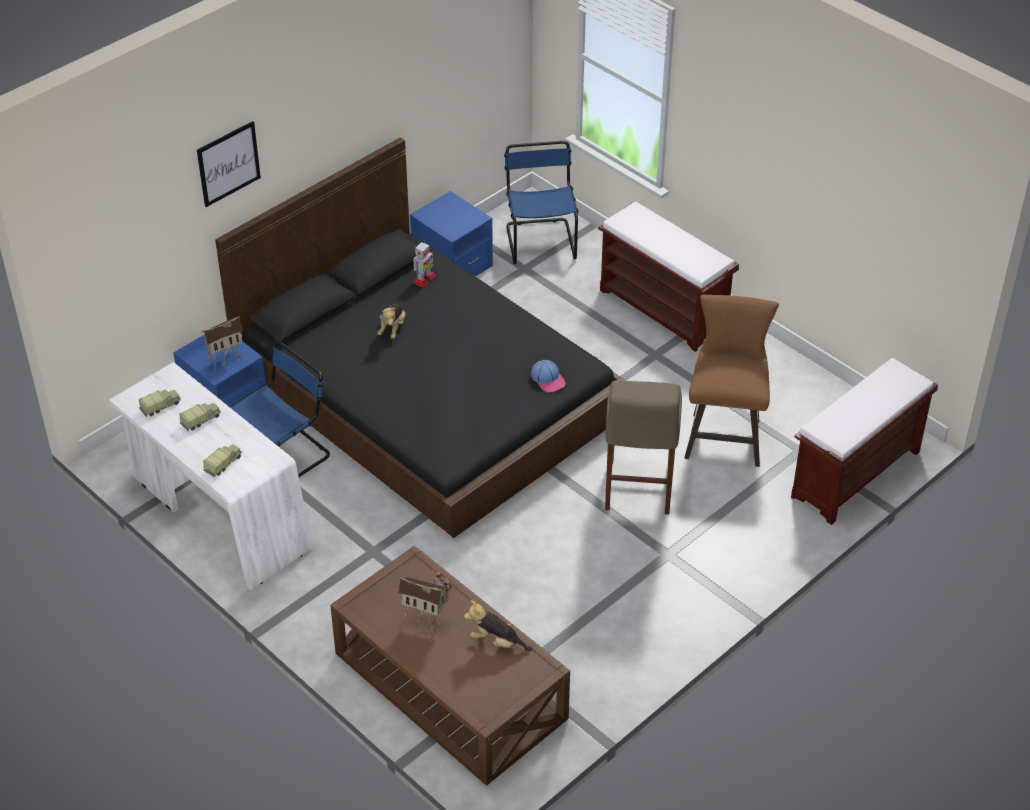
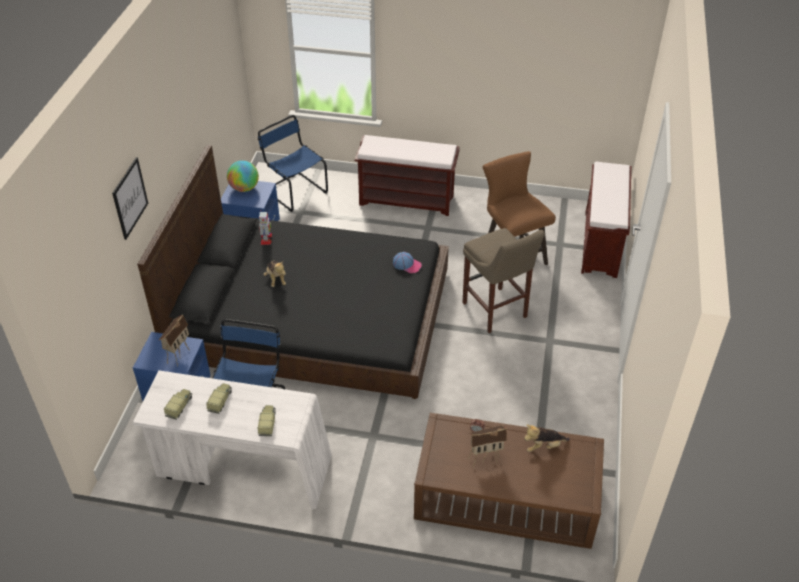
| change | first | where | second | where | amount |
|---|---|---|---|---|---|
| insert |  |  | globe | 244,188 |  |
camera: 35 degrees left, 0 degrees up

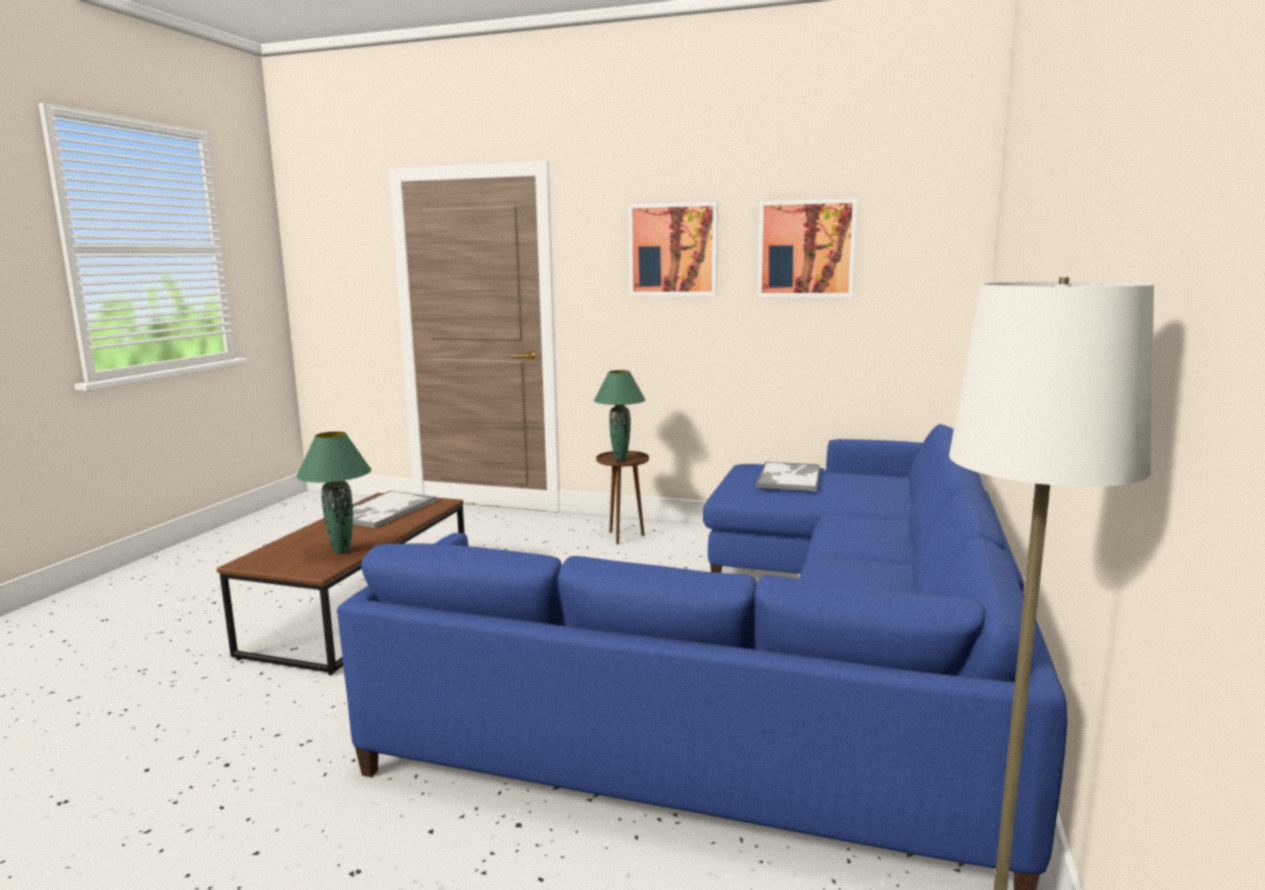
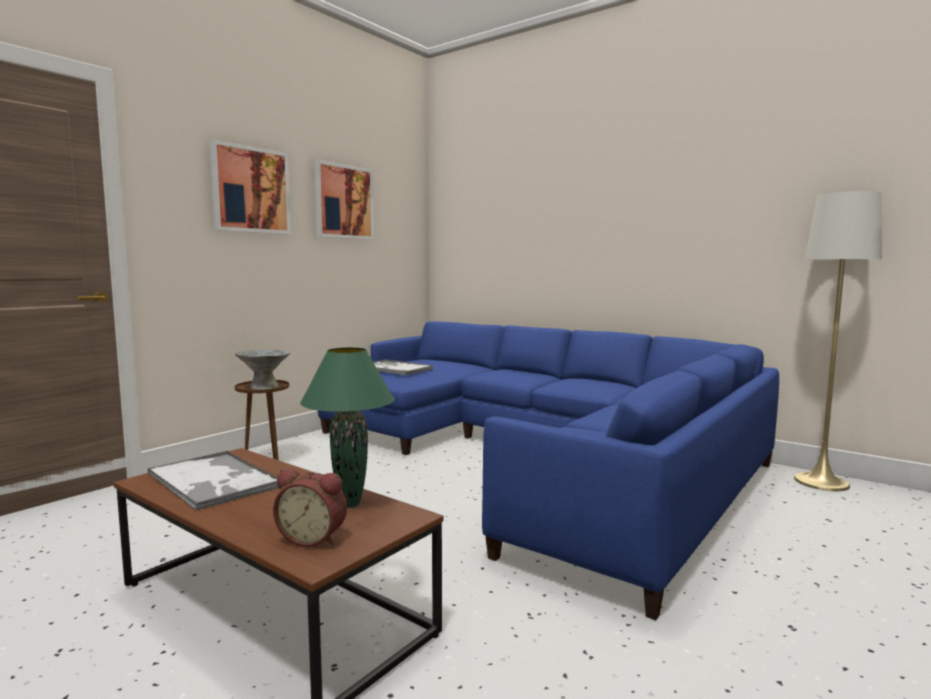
| change | first | where | second | where | amount |
|---|---|---|---|---|---|
| replace | table lamp (green) | 621,459 | bowl (grey) | 264,387 |  |
| insert |  |  | alarm clock | 313,538 |  |
camera: 70 degrees left, 5 degrees down

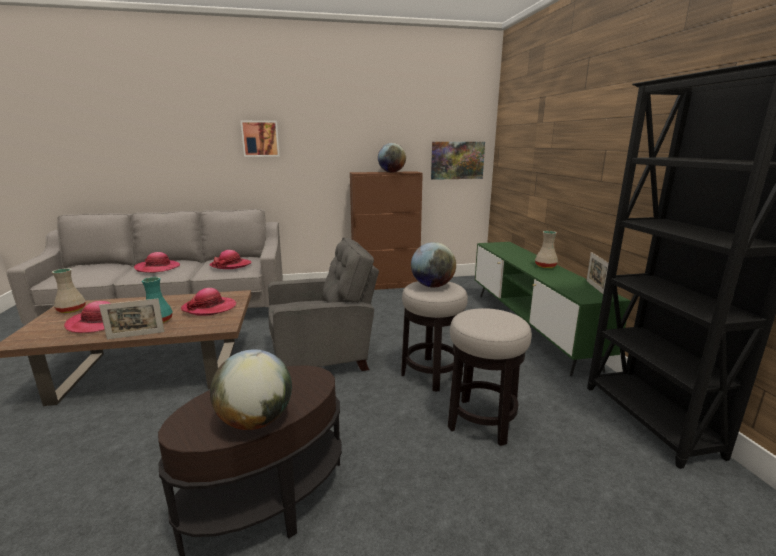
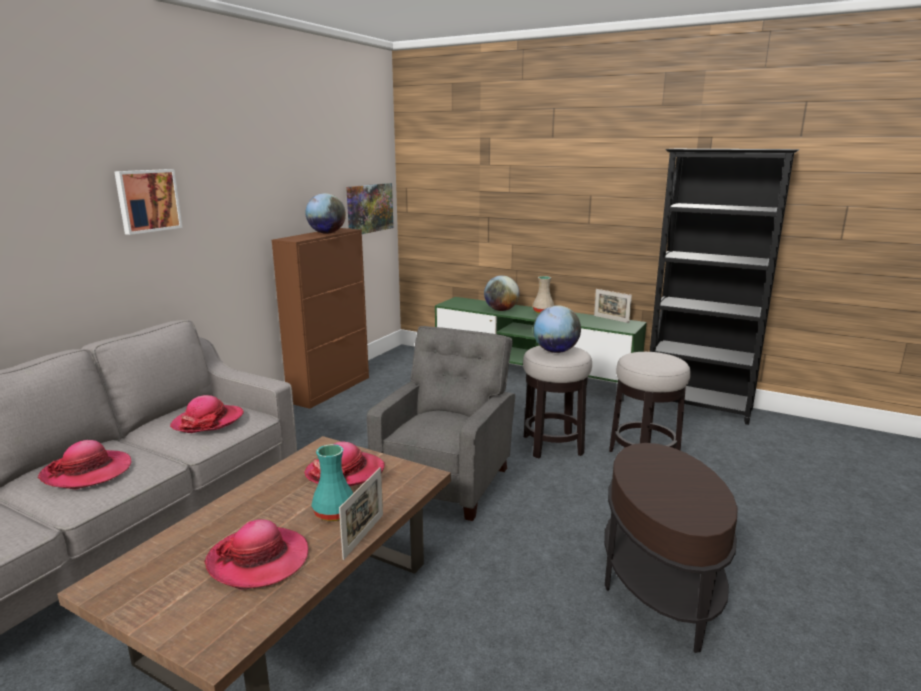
| change | first | where | second | where | amount |
|---|---|---|---|---|---|
| move | globe | 256,421 |  | 501,310 |  |
| delete | vase (beige) | 72,310 |  |  |  |
camera: 50 degrees left, 0 degrees up

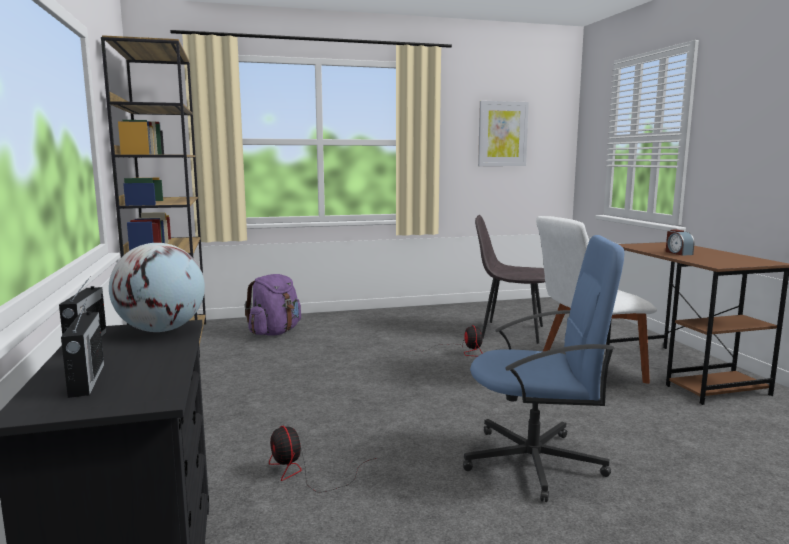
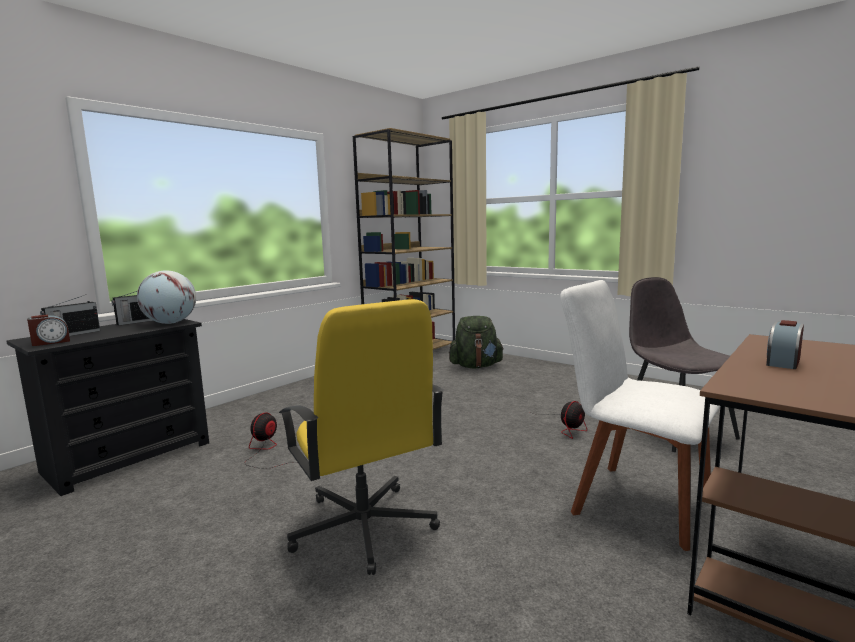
| change | first | where | second | where | amount |
|---|---|---|---|---|---|
| insert |  |  | alarm clock | 51,342 |  |
| recolor | office chair (blue) | 535,462 | office chair (yellow) | 363,528 |  |
| recolor | backpack (purple) | 275,332 | backpack (green) | 476,366 |  |
| delete | picture | 502,134 |  |  |  |
camera: 55 degrees right, 0 degrees up

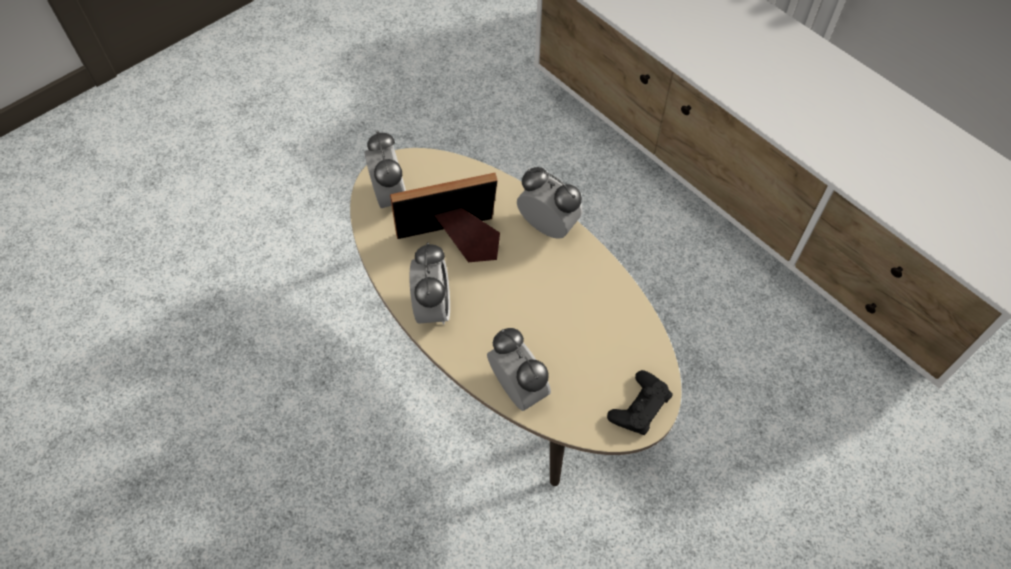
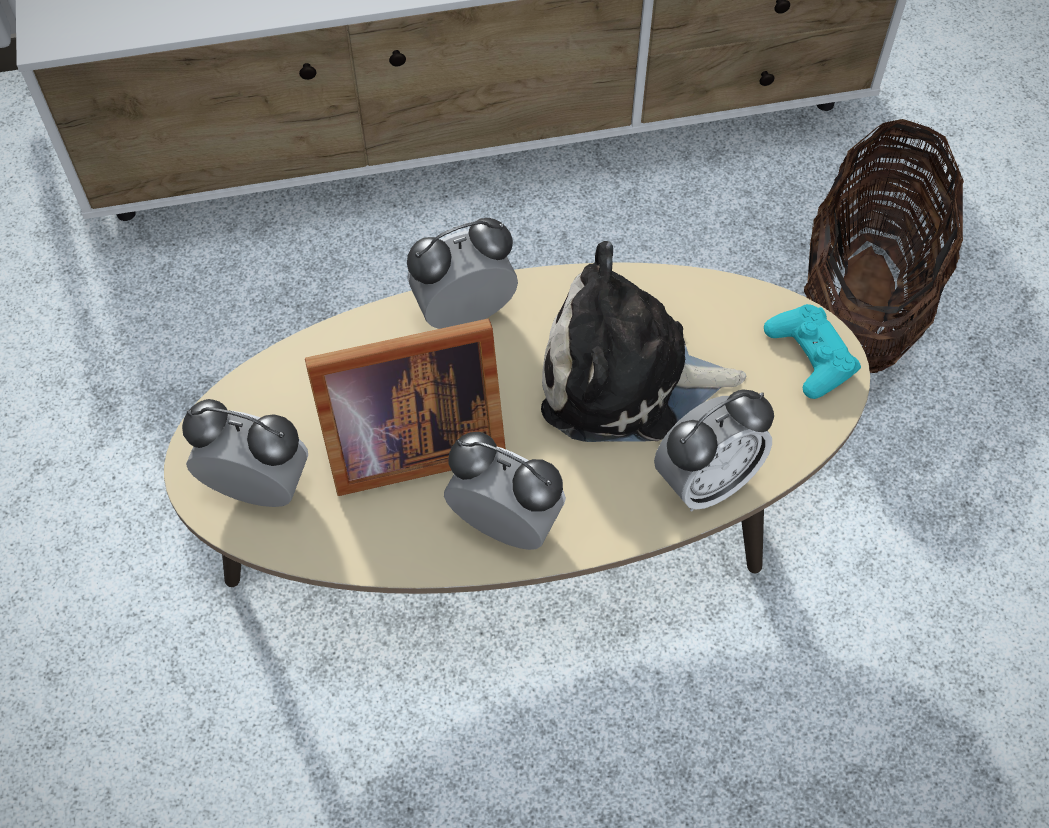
| change | first | where | second | where | amount |
|---|---|---|---|---|---|
| rotate | picture frame | 453,242 |  | 406,443 | 120 degrees counterclockwise |
| insert |  |  | plush toy | 626,378 |  |
| rotate | alarm clock | 518,389 |  | 705,482 | 150 degrees clockwise |
| recolor | game controller (black) | 639,406 | game controller (turquoise) | 810,356 |  |
| insert |  |  | basket | 863,299 |  |
camera: 60 degrees left, 0 degrees up

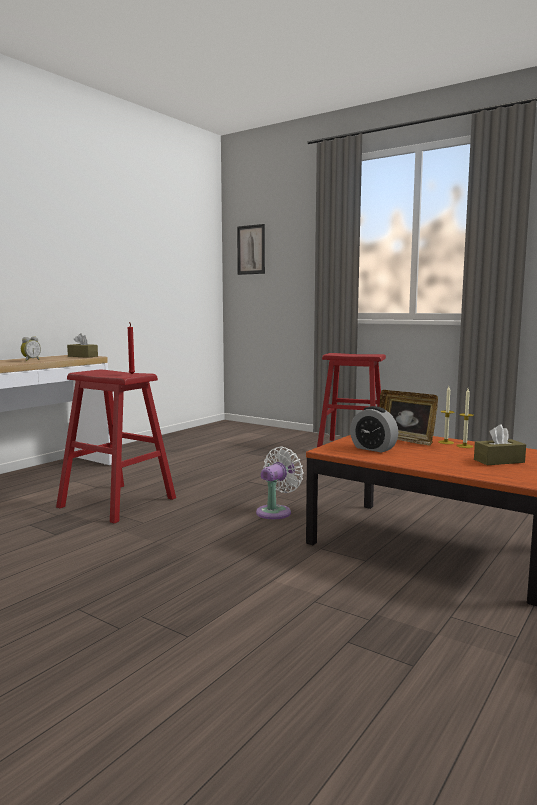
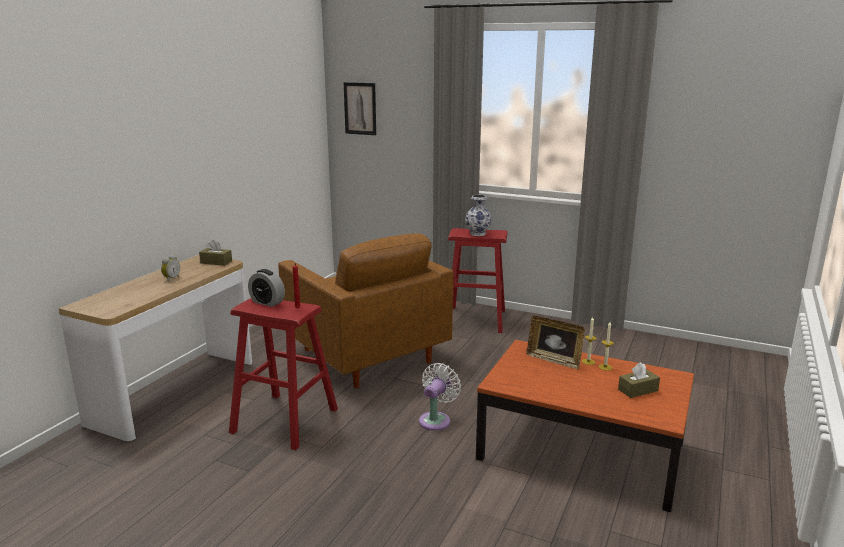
| change | first | where | second | where | amount |
|---|---|---|---|---|---|
| move | alarm clock | 373,448 |  | 267,302 |  |
| insert |  |  | armchair (brown) | 365,355 |  |
| insert |  |  | vase | 478,233 |  |
camera: 10 degrees left, 10 degrees up

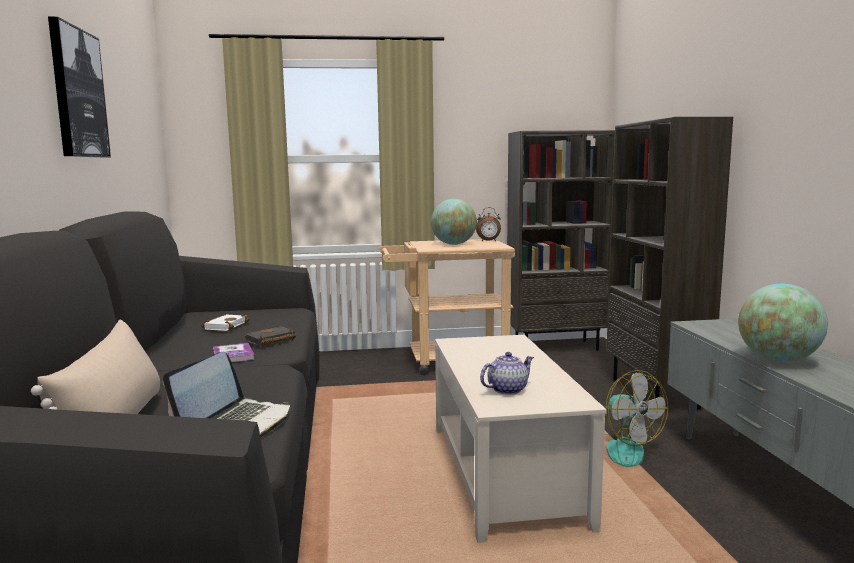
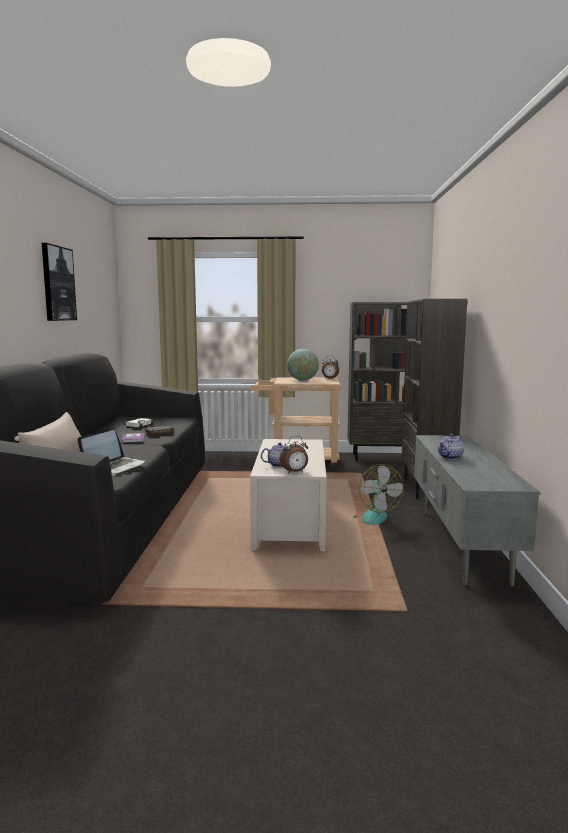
| change | first | where | second | where | amount |
|---|---|---|---|---|---|
| insert |  |  | alarm clock | 295,472 |  |
| replace | globe | 778,360 | teapot | 450,457 |  |
camera: 10 degrees right, 0 degrees up

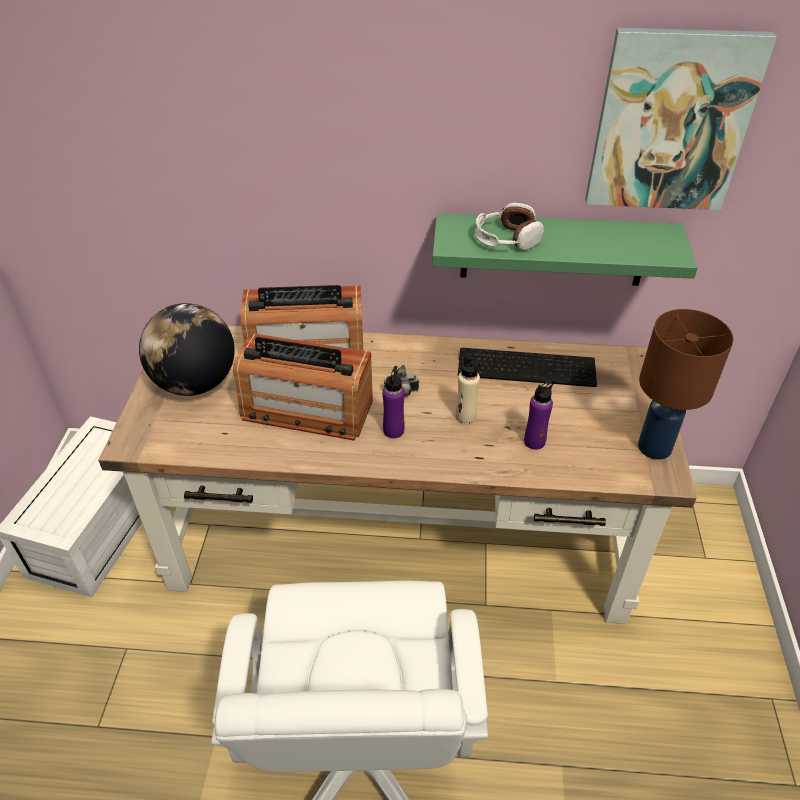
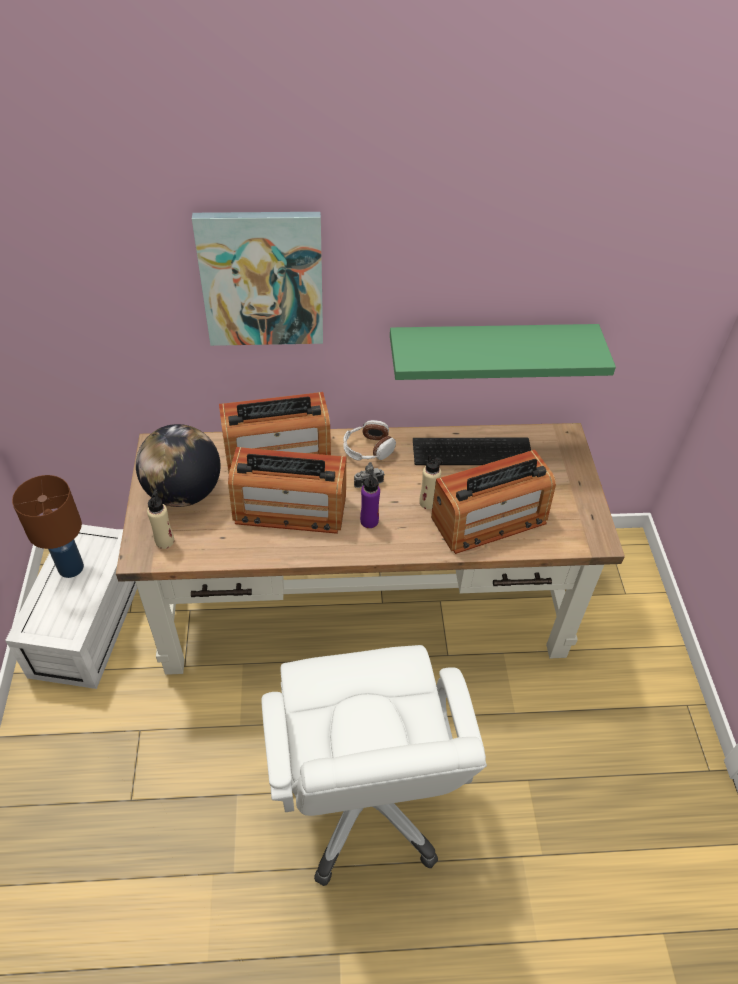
| change | first | where | second | where | amount |
|---|---|---|---|---|---|
| move | table lamp (brown) | 655,446 |  | 71,567 |  |
| insert |  |  | bottle (beige) | 165,541 |  |
| move | picture | 671,122 |  | 262,279 |  |
| move | headphones | 506,239 |  | 368,449 |  |
| replace | bottle (purple) | 534,441 | radio | 489,520 |  |
camera: 10 degrees left, 5 degrees up

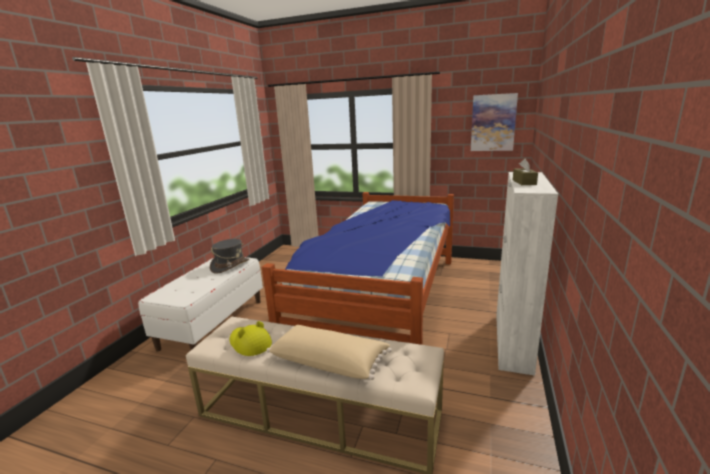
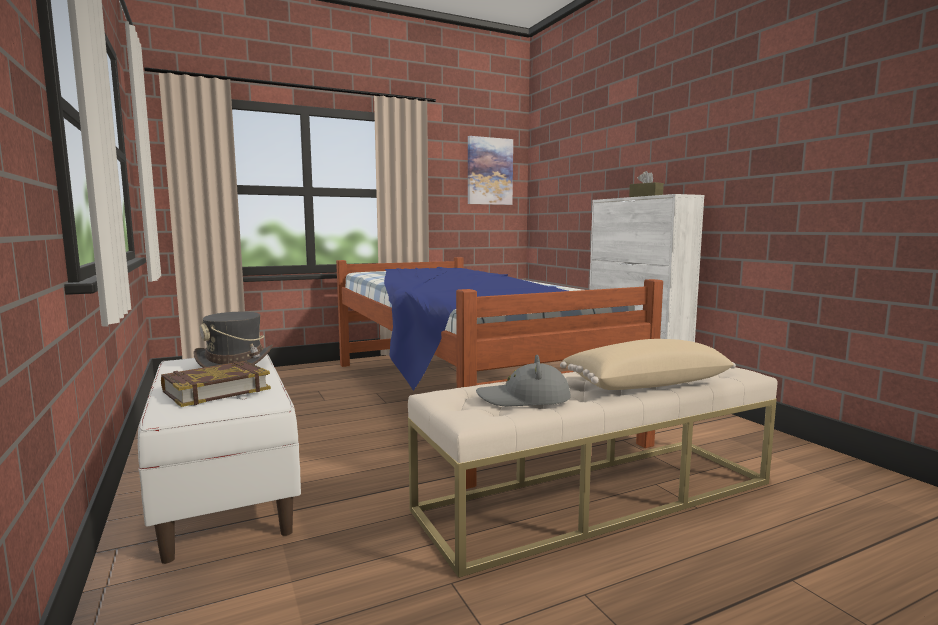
| change | first | where | second | where | amount |
|---|---|---|---|---|---|
| insert |  |  | book | 216,390 |  |
| recolor | hat (yellow) | 249,343 | hat (grey) | 524,399 |  |
camera: 45 degrees left, 10 degrees down

